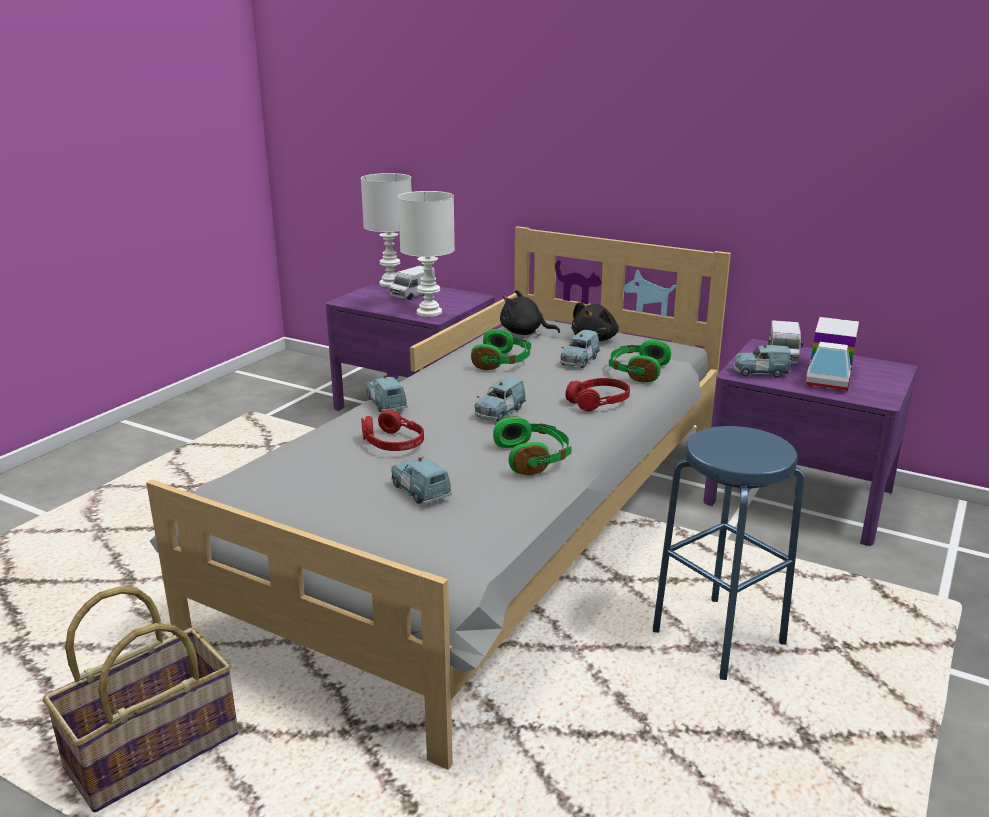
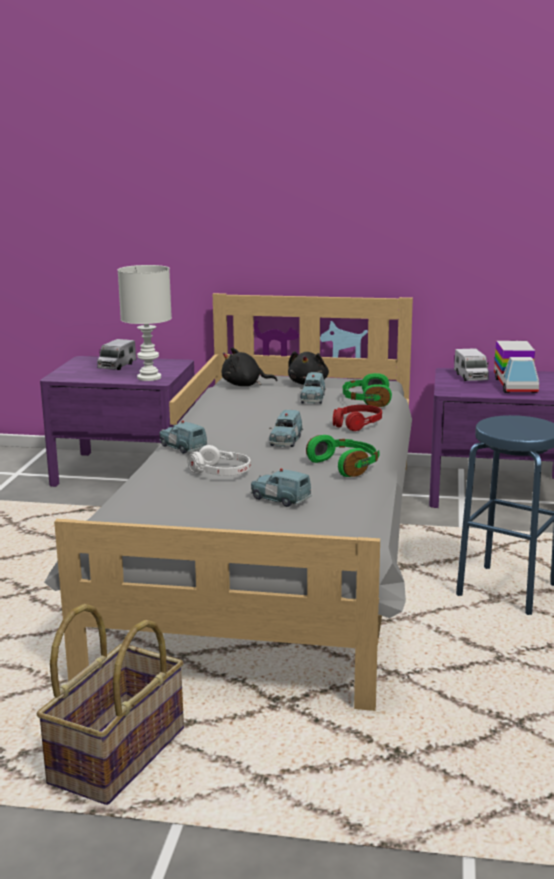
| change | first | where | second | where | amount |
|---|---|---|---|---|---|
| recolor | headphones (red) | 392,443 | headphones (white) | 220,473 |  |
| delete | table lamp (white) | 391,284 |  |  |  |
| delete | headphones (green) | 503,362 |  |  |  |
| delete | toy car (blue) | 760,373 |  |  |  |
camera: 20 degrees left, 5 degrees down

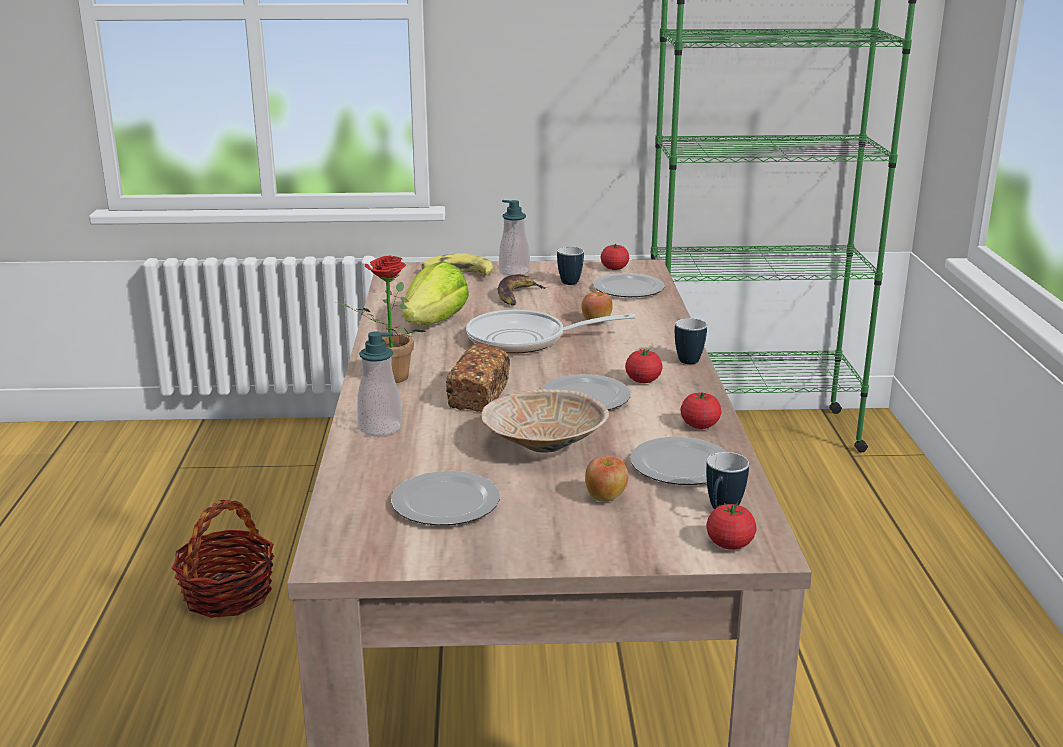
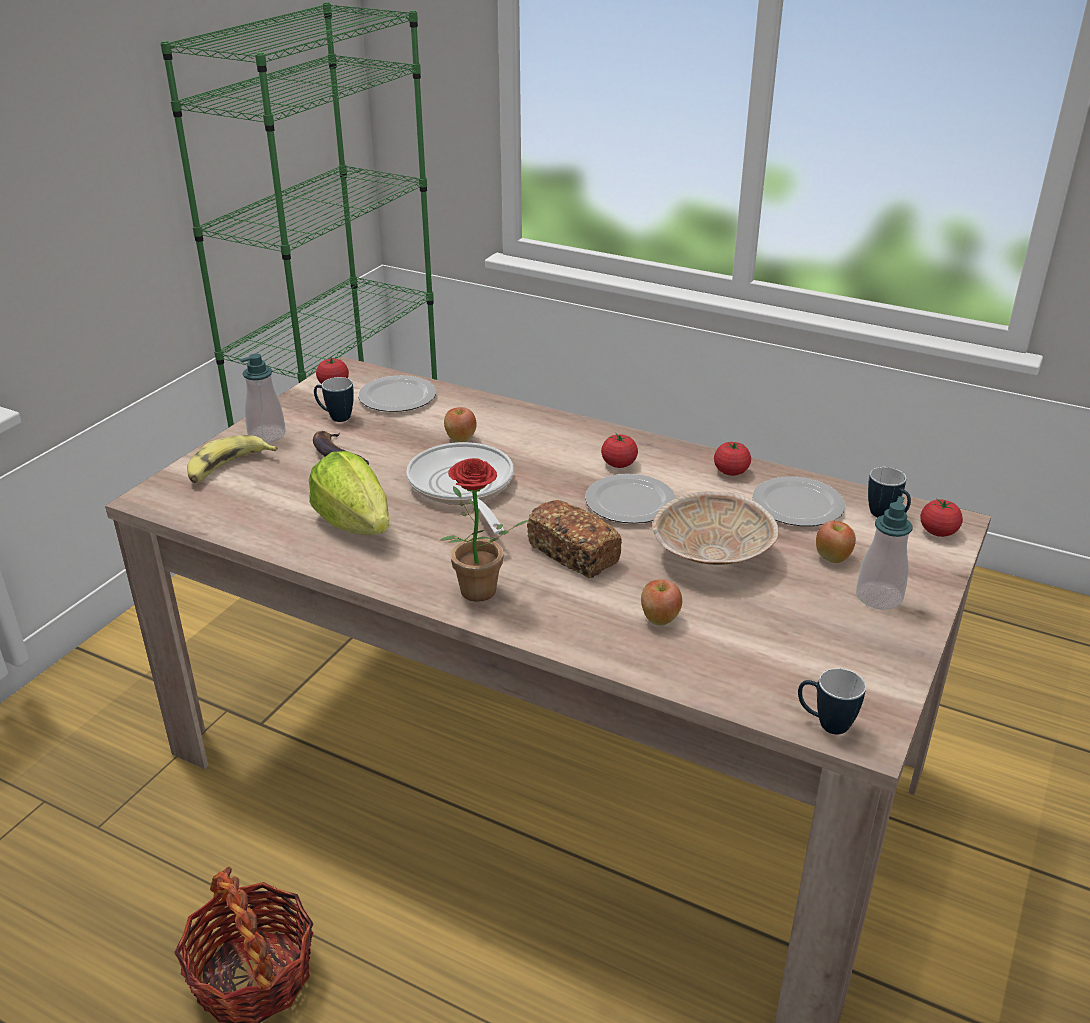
| change | first | where | second | where | amount |
|---|---|---|---|---|---|
| rotate | frying pan | 525,340 |  | 463,488 | 135 degrees clockwise |
| insert |  |  | apple | 659,619 |  |
| move | mug | 687,359 |  | 825,724 |  |
| move | soap dispenser | 380,428 |  | 879,597 |  |
| delete | plate | 446,504 |  |  |  |
camera: 60 degrees left, 10 degrees up

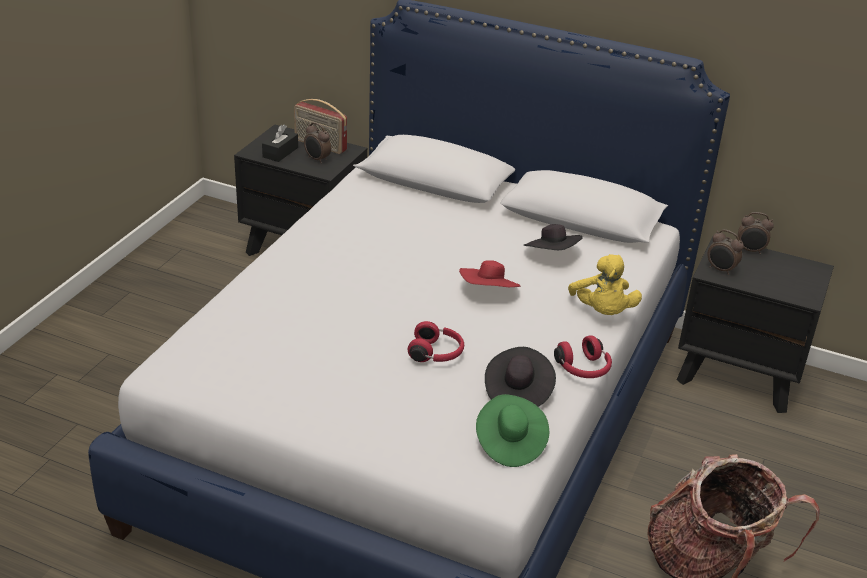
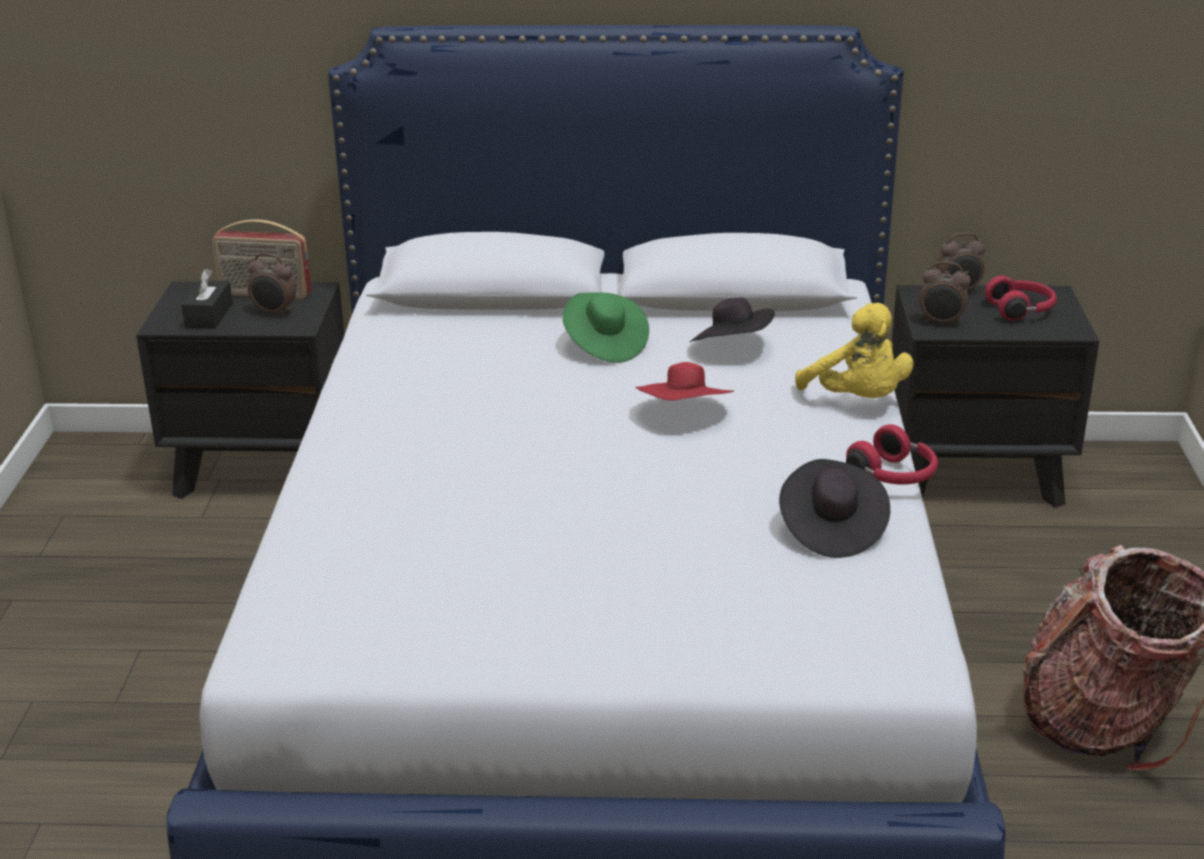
| change | first | where | second | where | amount |
|---|---|---|---|---|---|
| move | hat (green) | 509,443 |  | 604,345 |  |
| move | headphones (red) | 436,353 |  | 1021,310 |  |
camera: 20 degrees left, 5 degrees down

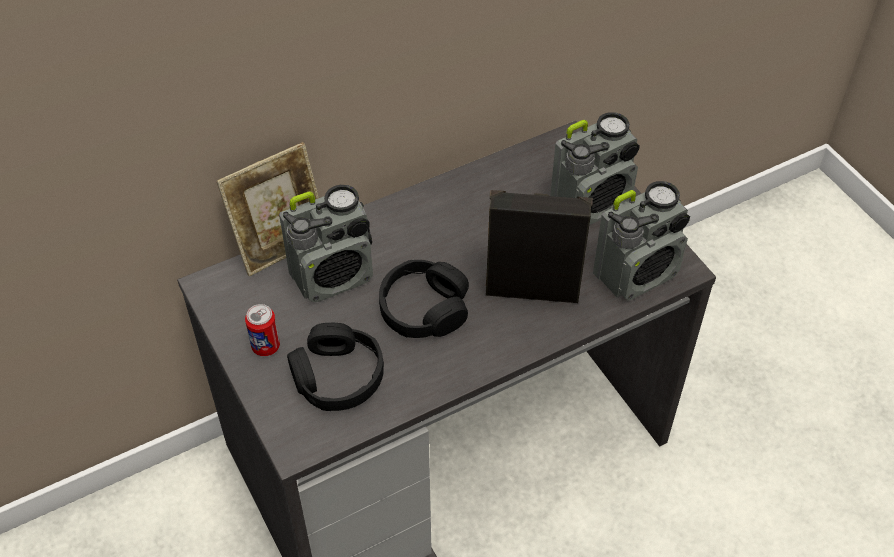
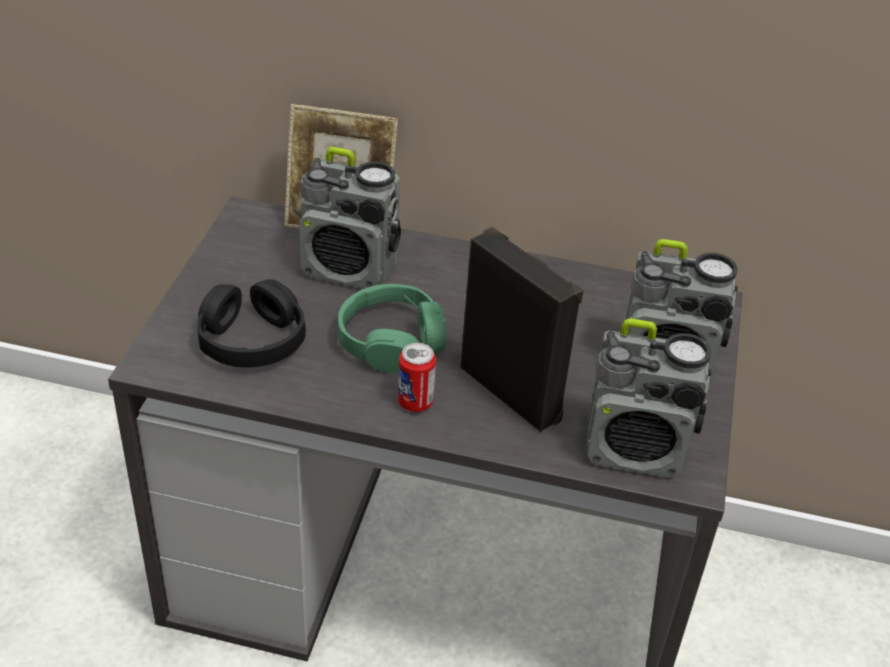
| change | first | where | second | where | amount |
|---|---|---|---|---|---|
| recolor | headphones (black) | 424,309 | headphones (green) | 391,341 |  |
| move | can | 266,346 |  | 415,402 |  |
camera: 40 degrees right, 10 degrees down

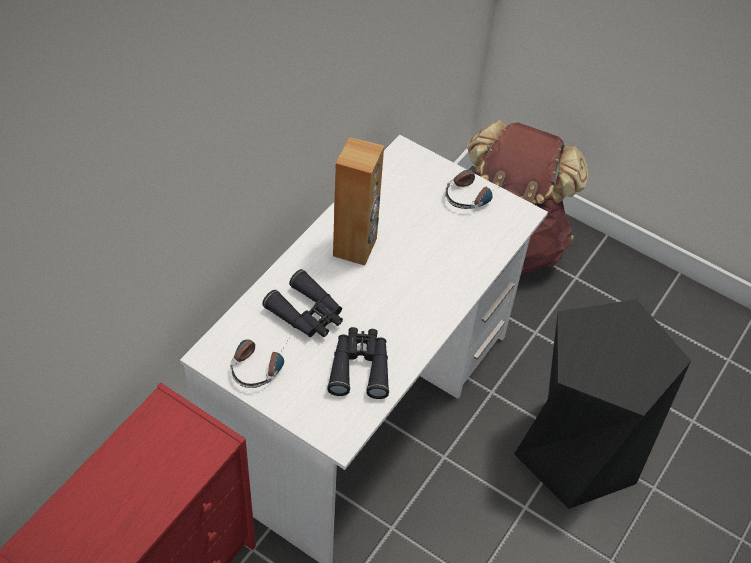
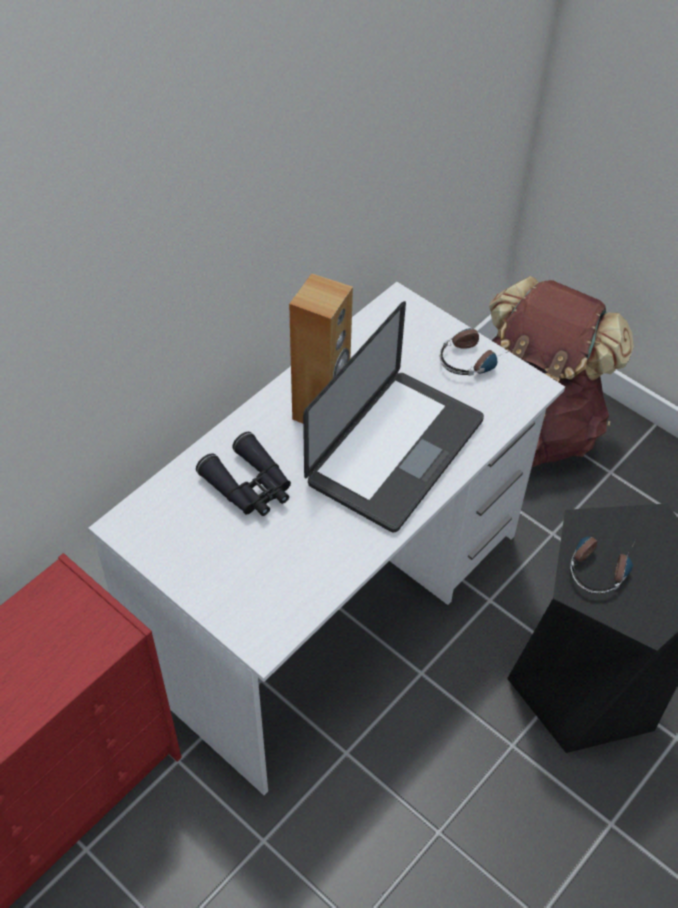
| change | first | where | second | where | amount |
|---|---|---|---|---|---|
| insert |  |  | laptop | 395,451 |  |
| move | headphones | 259,363 |  | 600,565 |  |
| delete | binoculars (black) | 360,367 |  |  |  |
camera: 10 degrees right, 0 degrees up

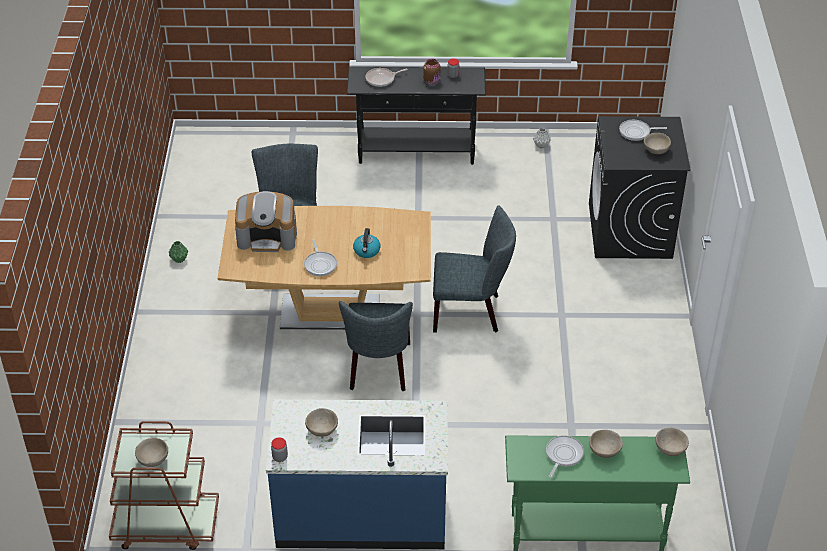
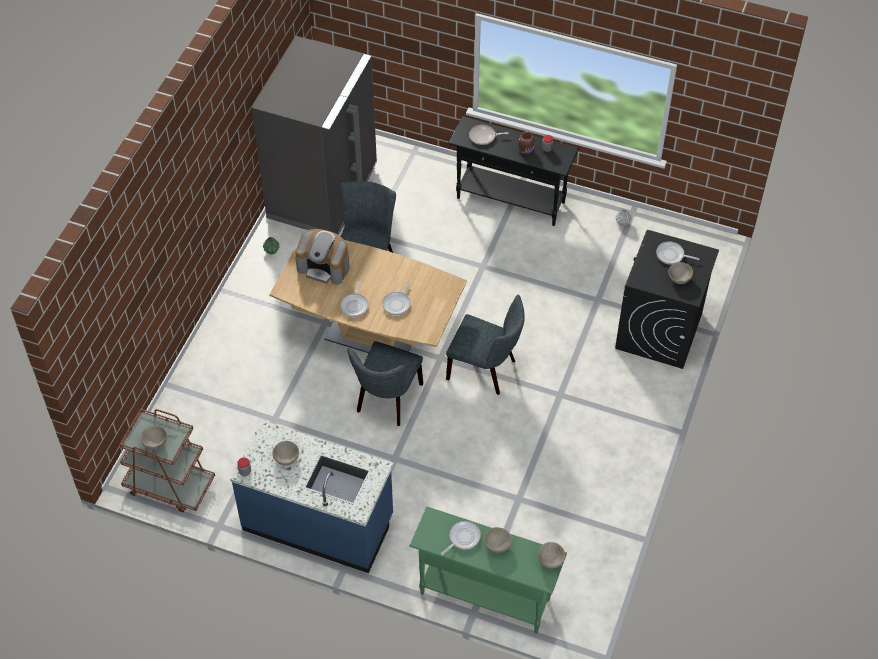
| change | first | where | second | where | amount |
|---|---|---|---|---|---|
| insert |  |  | fridge (grey) | 323,192 |  |
| replace | kettle | 367,251 | frying pan | 397,303 |  |
camera: 20 degrees right, 10 degrees up

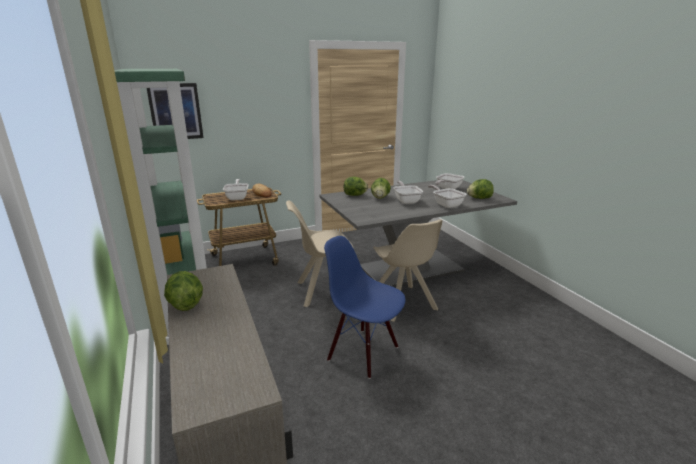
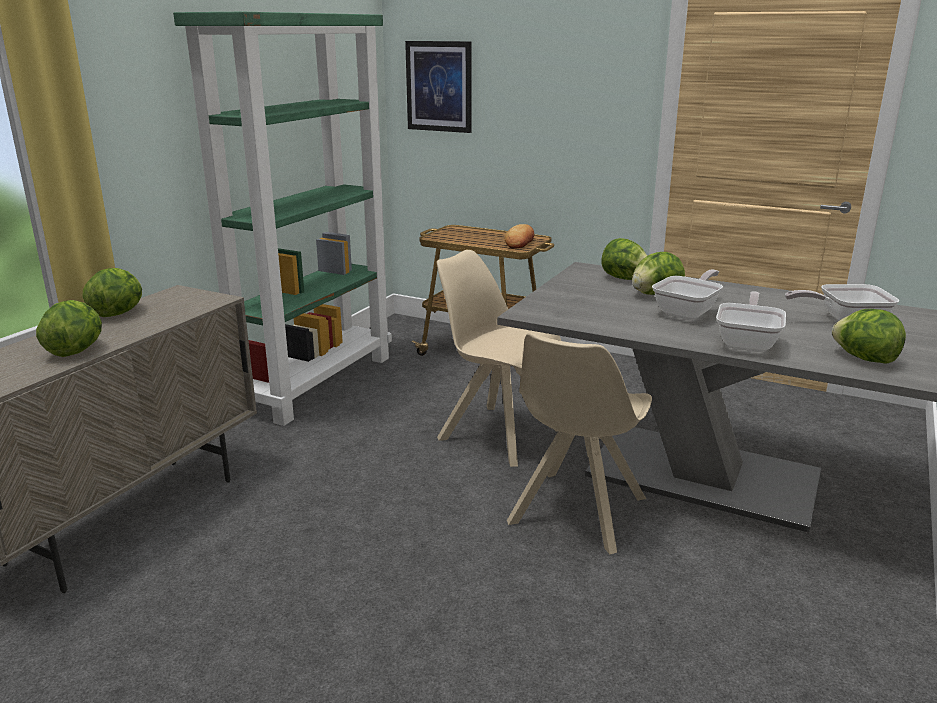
| change | first | where | second | where | amount |
|---|---|---|---|---|---|
| insert |  |  | lettuce | 76,351 |  |
| delete | frying pan | 237,197 |  |  |  |
| delete | chair (blue) | 363,352 |  |  |  |
camera: 50 degrees right, 0 degrees up

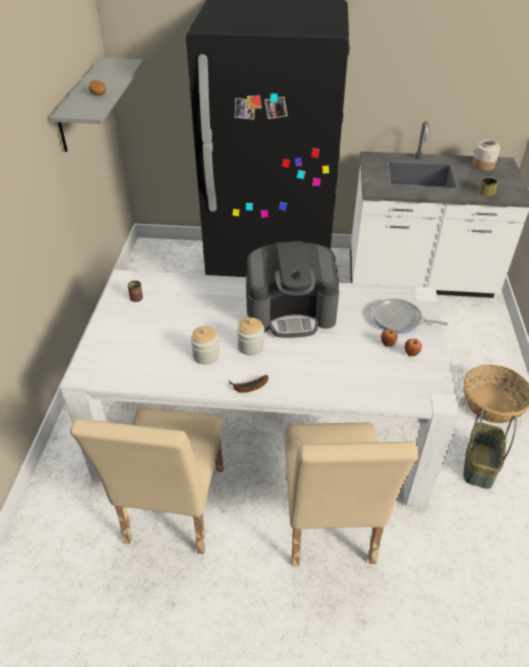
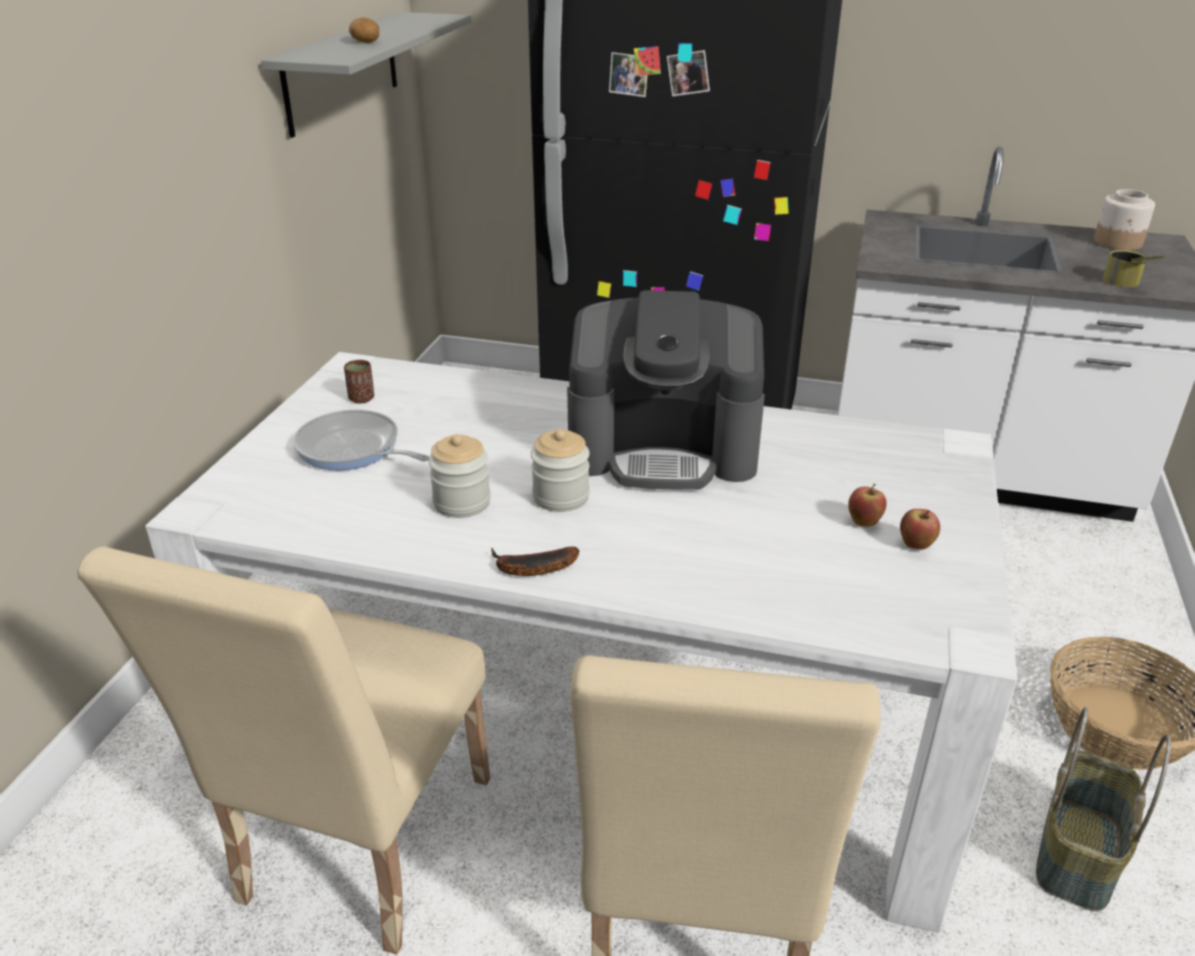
| change | first | where | second | where | amount |
|---|---|---|---|---|---|
| move | frying pan | 399,320 |  | 352,449 |  |
camera: 10 degrees right, 10 degrees down

